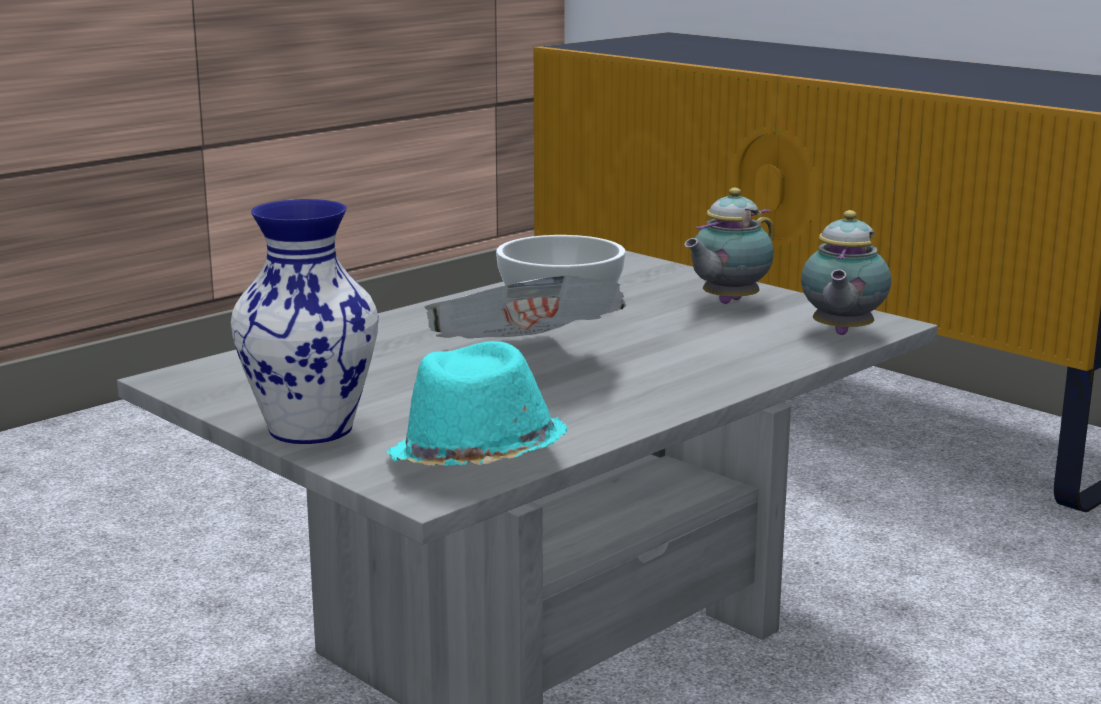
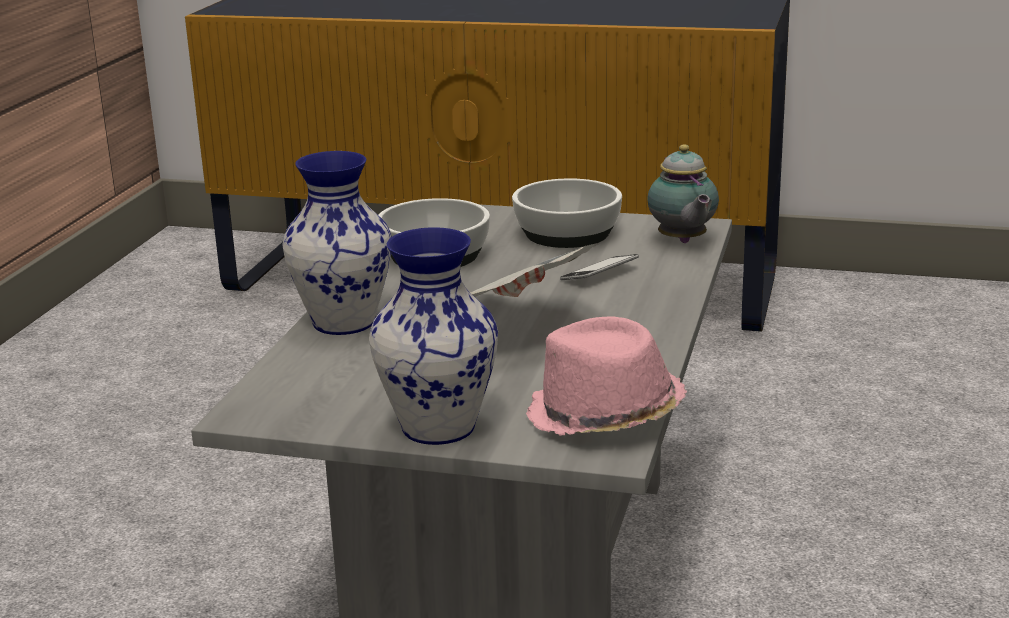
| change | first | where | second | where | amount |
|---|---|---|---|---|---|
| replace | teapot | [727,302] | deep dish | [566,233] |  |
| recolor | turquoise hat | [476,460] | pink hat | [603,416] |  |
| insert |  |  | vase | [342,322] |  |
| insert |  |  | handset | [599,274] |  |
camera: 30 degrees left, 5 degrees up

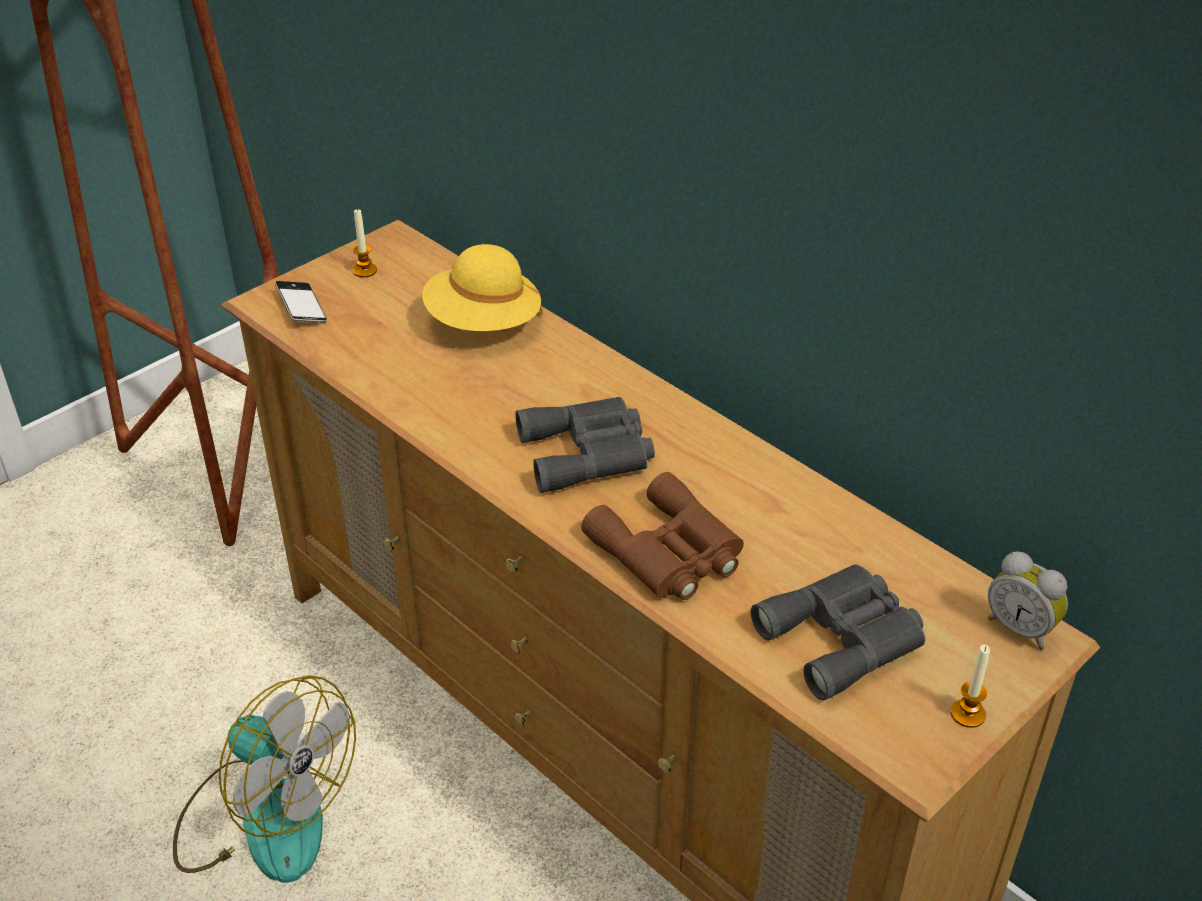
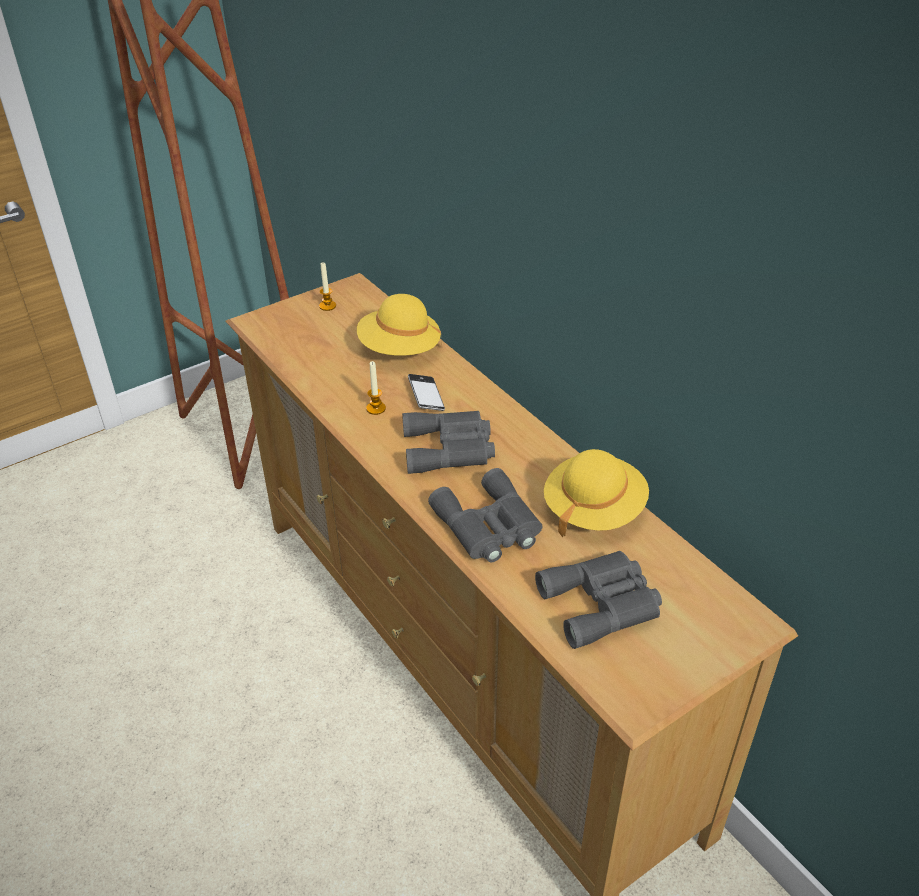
| change | first | where | second | where | amount |
|---|---|---|---|---|---|
| move | handset | [301,307] |  | [426,396] |  |
| recolor | brown-coloured field glasses | [668,553] | gray field glasses | [488,527] |  |
| delete | alarm clock | [1021,628] |  |  |  |
| move | candle | [968,714] |  | [376,408] |  |
| delete | electric fan | [265,817] |  |  |  |
| insert |  |  | yellowish hat | [593,509] |  |
camera: 10 degrees right, 0 degrees up

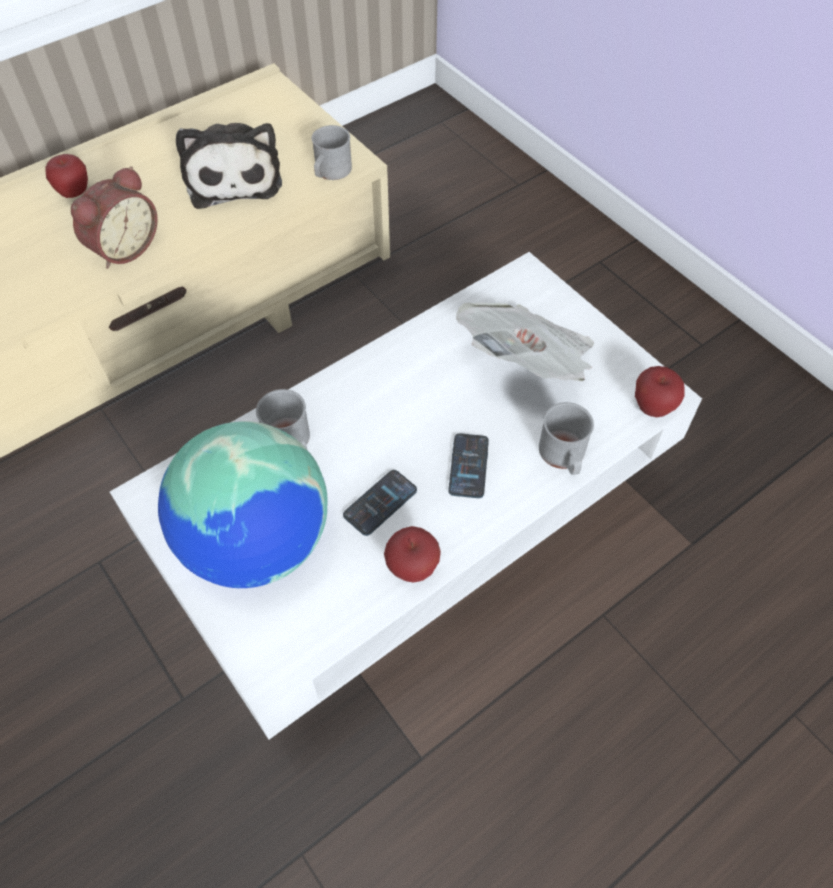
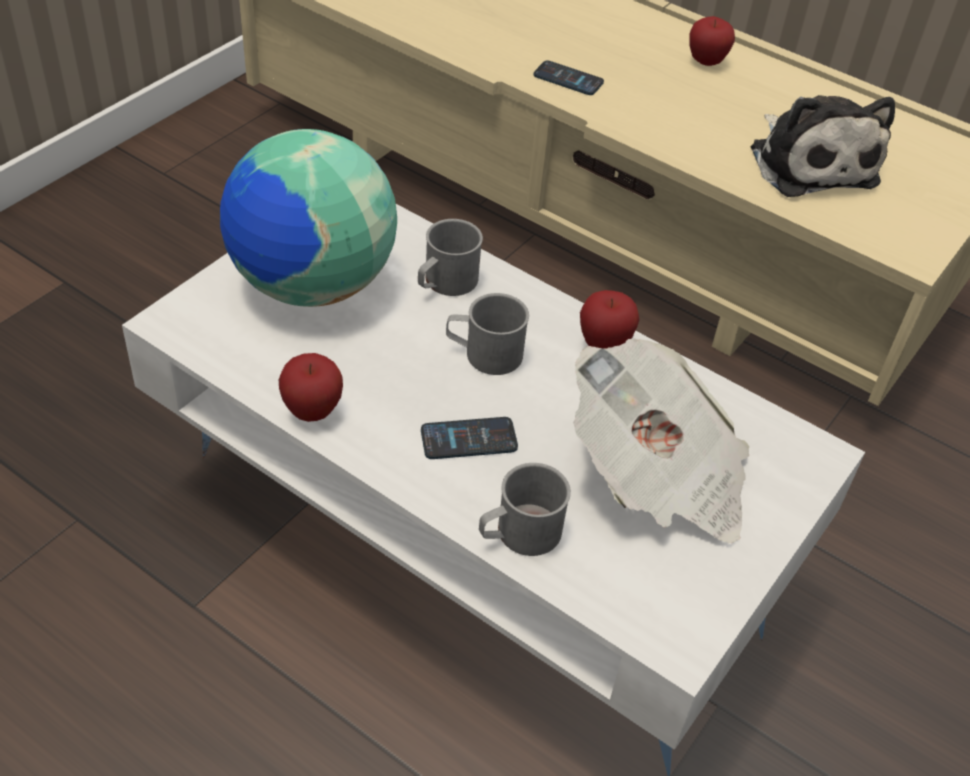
| change | first | where | second | where | amount |
|---|---|---|---|---|---|
| rotate | plush toy | [233,177] |  | [810,162] | 75 degrees counterclockwise |
| move | gray coffee mug | [330,172] |  | [484,354] |  |
| delete | alarm clock | [123,247] |  |  |  |
| move | whole apple | [652,407] |  | [604,344] |  |
| move | handset | [380,503] |  | [568,79] |  |
camera: 70 degrees right, 10 degrees down

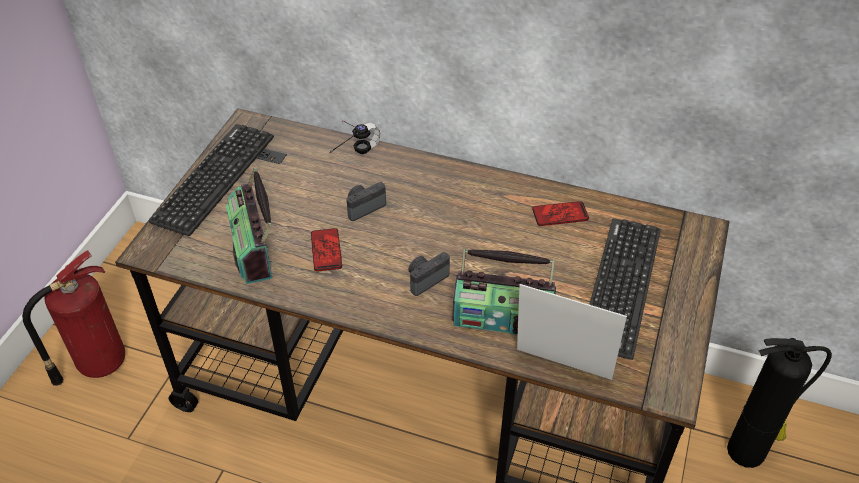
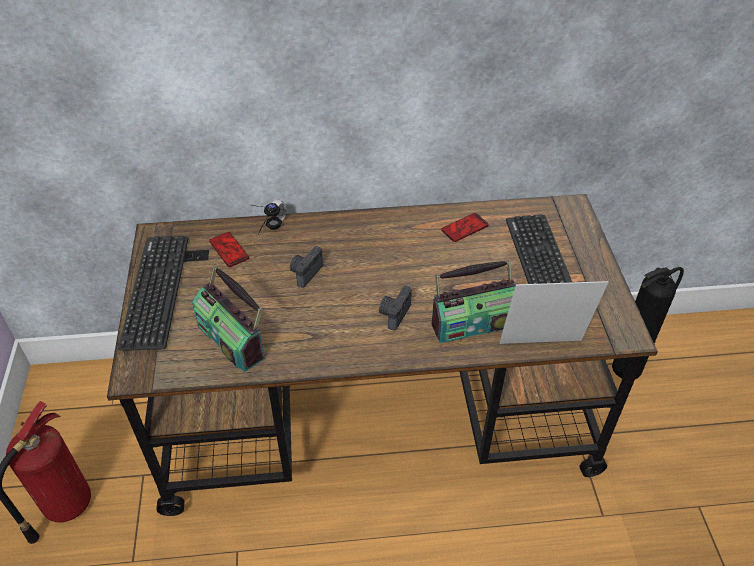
| change | first | where | second | where | amount |
|---|---|---|---|---|---|
| move | handset | [326,250] |  | [229,250] |  |
camera: 25 degrees left, 0 degrees up

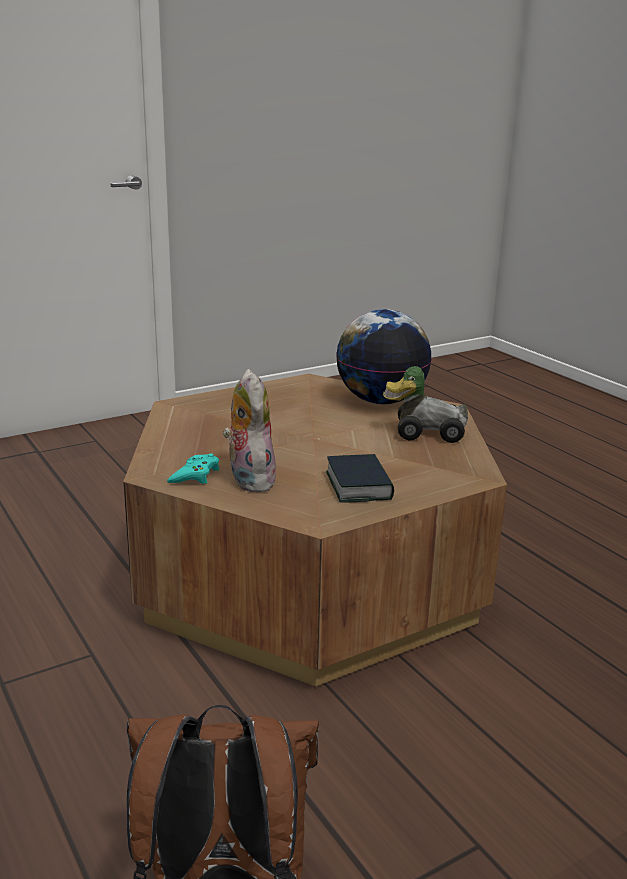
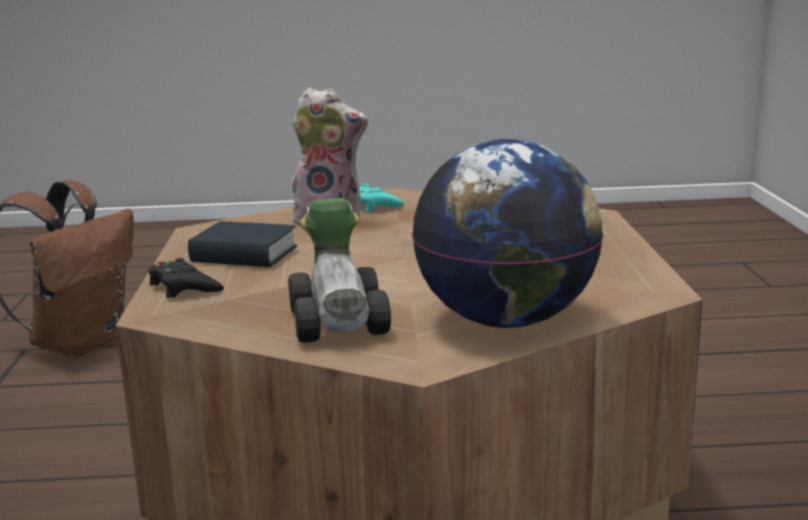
| change | first | where | second | where | amount |
|---|---|---|---|---|---|
| rotate | model car | [424,432] |  | [340,320] | 45 degrees counterclockwise |
| insert |  |  | black game controller | [184,287] |  |
camera: 120 degrees right, 5 degrees down

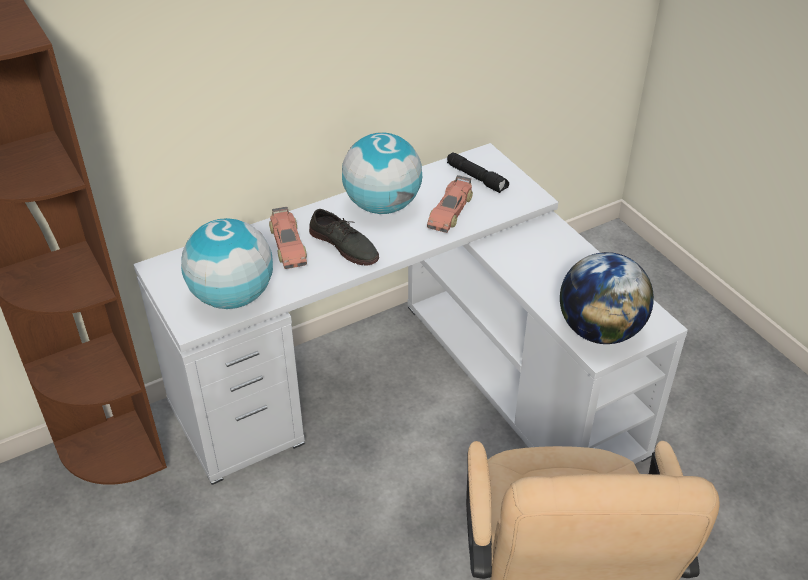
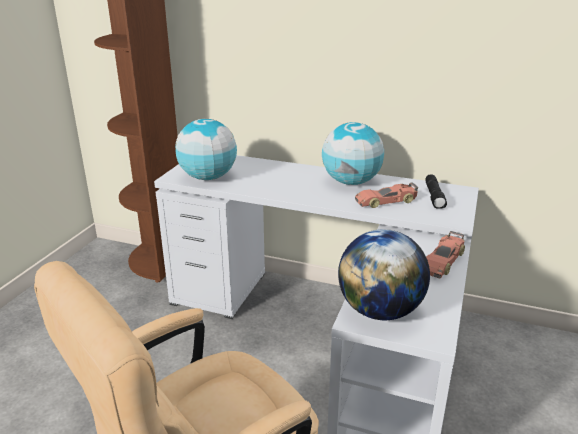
| change | first | where | second | where | amount |
|---|---|---|---|---|---|
| move | model car | [288,245] |  | [443,261] |  |
| delete | gray low shoe | [344,245] |  |  |  |
camera: 50 degrees right, 15 degrees down

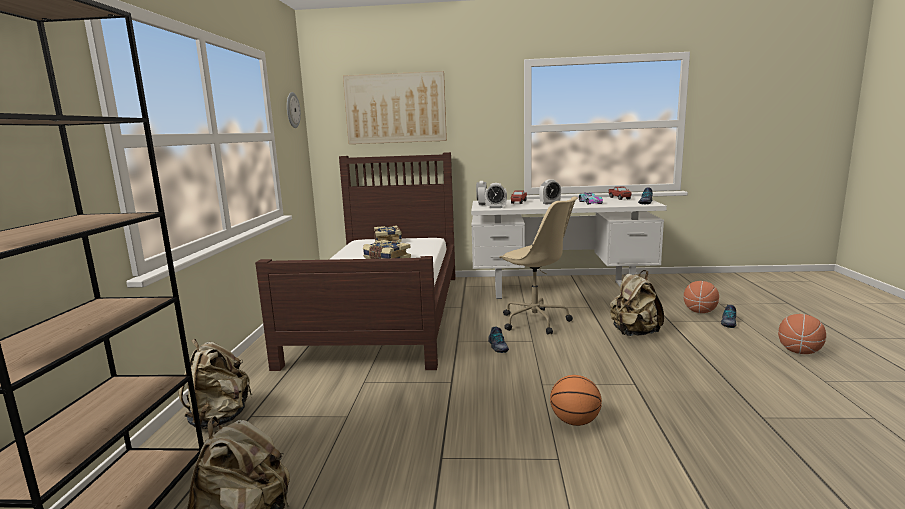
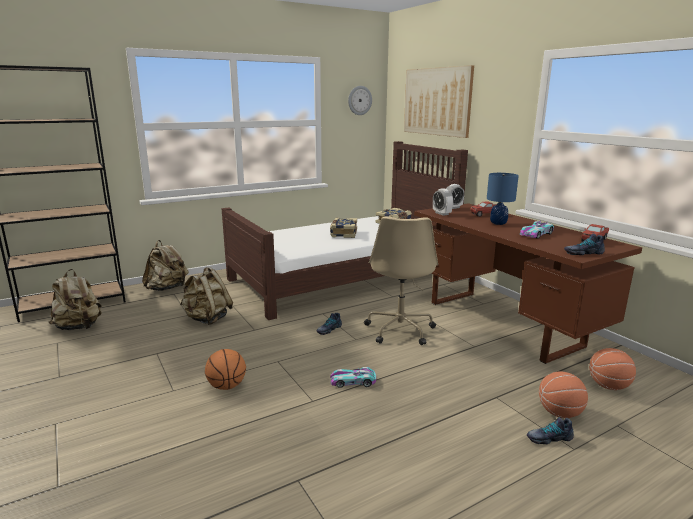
| change | first | where | second | where | amount |
|---|---|---|---|---|---|
| replace | alarm clock | [550,203] | blue table lamp | [499,223] |  |
| recolor | white-coloured desk | [561,289] | brown-coloured desk | [502,323] |  |
| move | beige-coloured knapsack | [633,333] |  | [207,319] |  |
| move | basketball | [799,352] |  | [608,386] |  |
| insert |  |  | model car | [353,381] |  |
camera: 55 degrees right, 5 degrees up

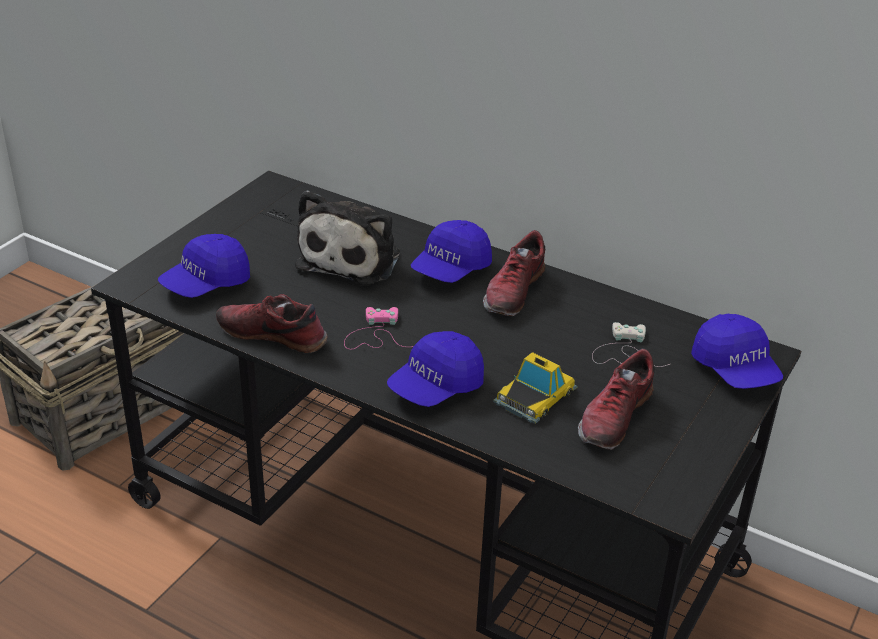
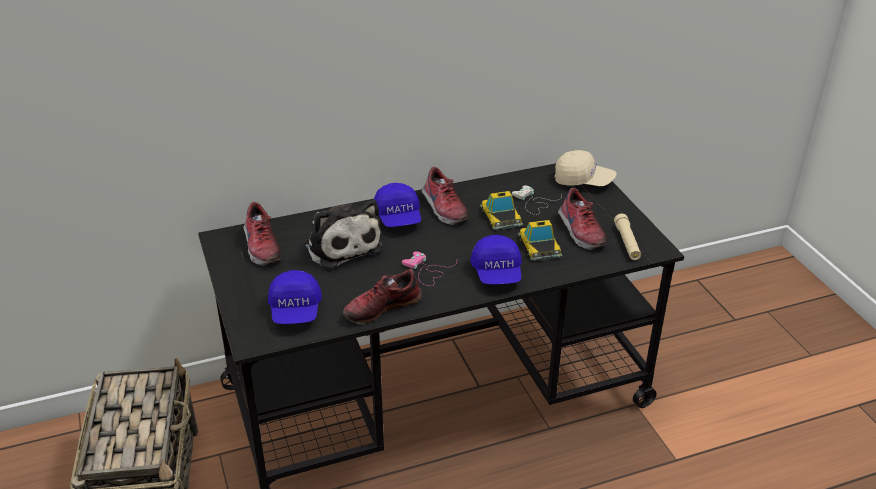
| change | first | where | second | where | amount |
|---|---|---|---|---|---|
| recolor | blue peaked cap | [735,370] | beige-coloured peaked cap | [583,181] |  |
| insert |  |  | model car | [501,216] |  |
| insert |  |  | low shoe | [260,246] |  |
| insert |  |  | beige-coloured hand torch | [627,242] |  |
camera: 50 degrees left, 0 degrees up

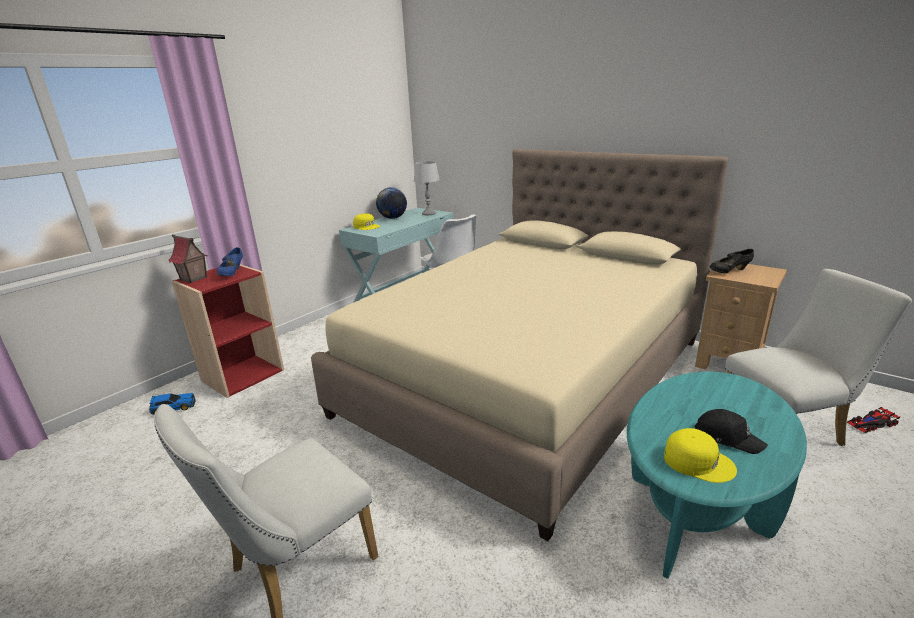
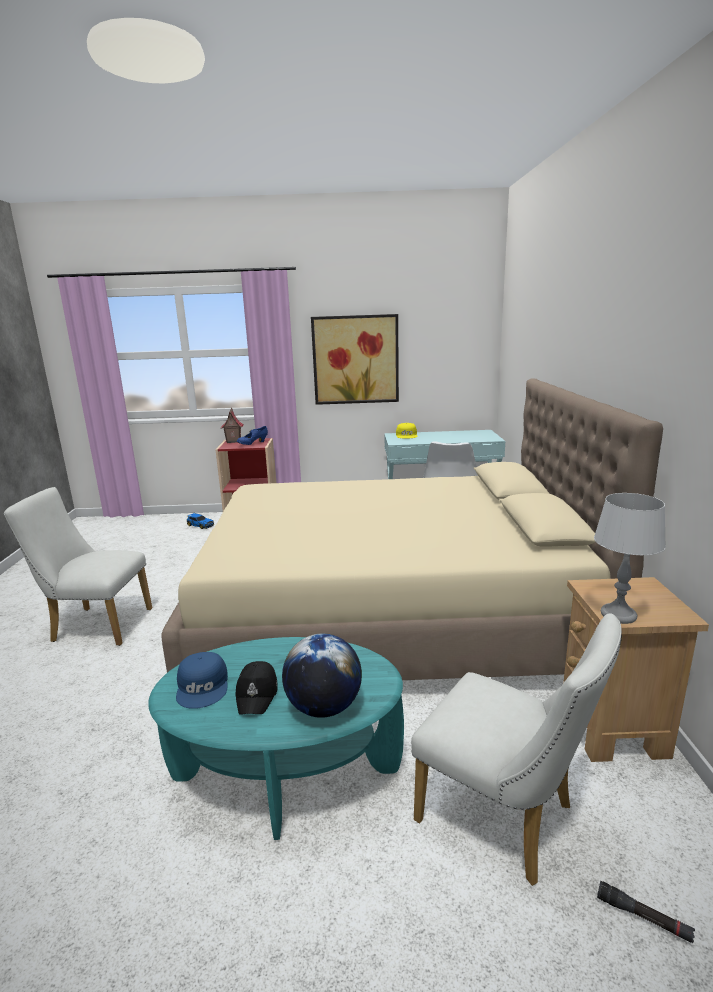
| change | first | where | second | where | amount |
|---|---|---|---|---|---|
| move | gray table lamp | [429,213] |  | [619,615] |  |
| move | world globe | [393,218] |  | [324,707] |  |
| delete | black low shoe | [729,272] |  |  |  |
| replace | model car | [871,423] | black hand torch | [643,917] |  |
| recolor | yellowish peaked cap | [697,461] | blue peaked cap | [203,686] |  |
| insert |  |  | picture | [355,360] |  |
camera: 50 degrees right, 5 degrees down

